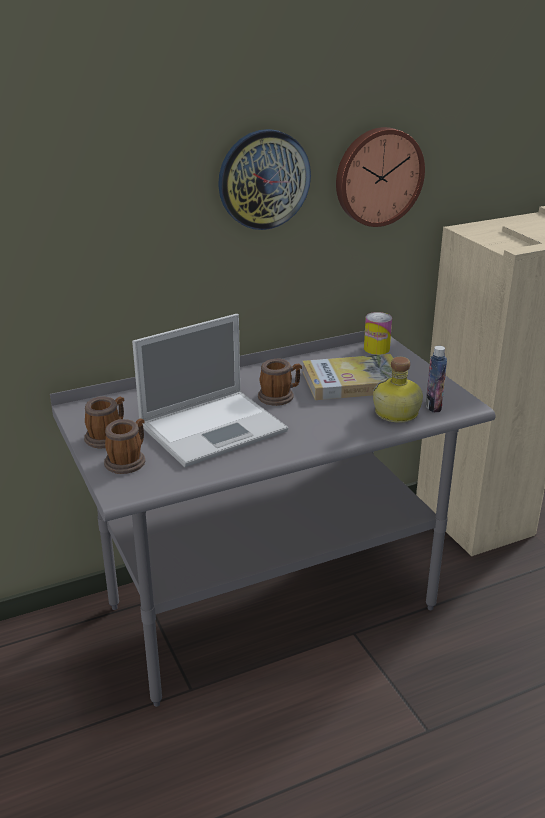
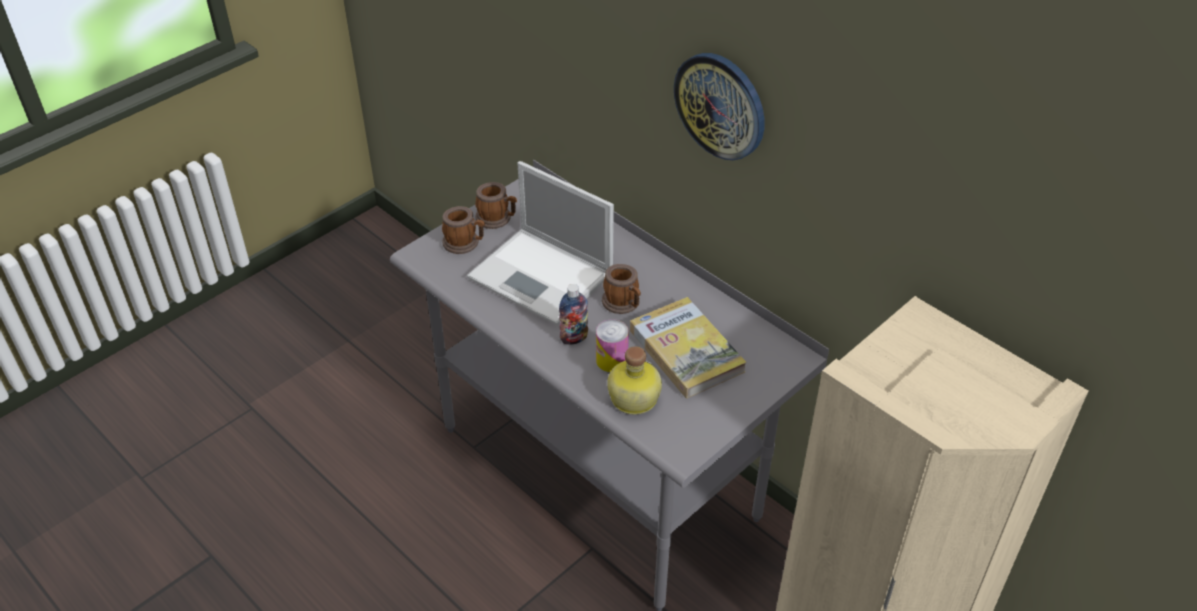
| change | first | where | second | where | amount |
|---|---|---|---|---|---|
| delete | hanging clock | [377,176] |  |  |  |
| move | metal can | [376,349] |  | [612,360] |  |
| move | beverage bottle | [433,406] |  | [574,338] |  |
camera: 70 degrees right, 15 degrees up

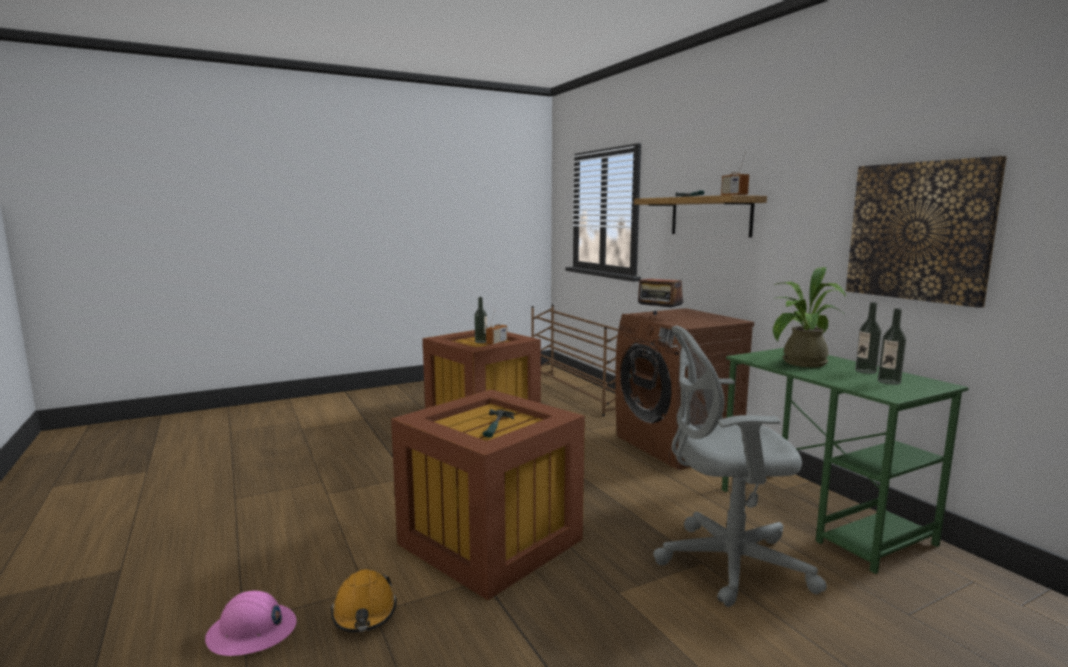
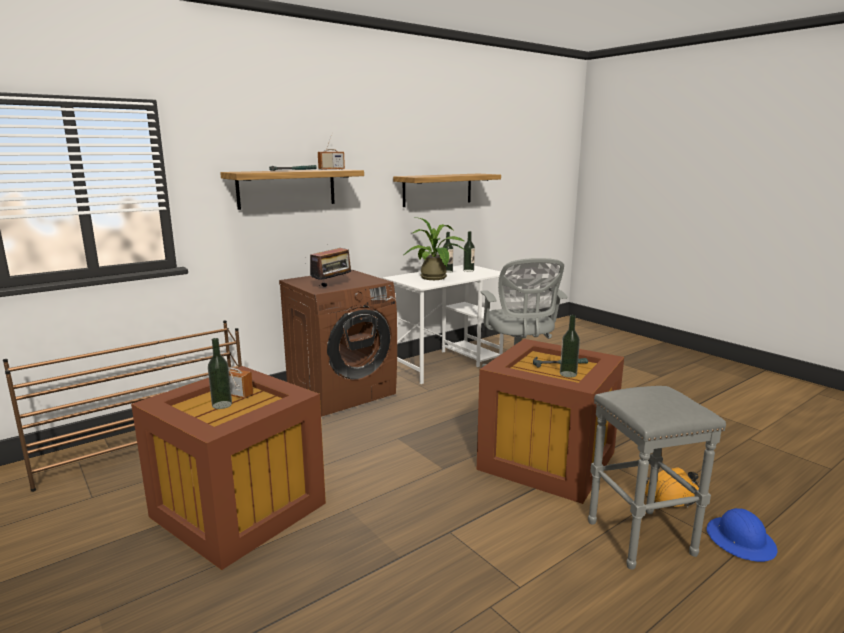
| change | first | where | second | where | amount |
|---|---|---|---|---|---|
| replace | picture | [919,231] | bracket shelf | [437,189] |  |
| recolor | green-coloured desk | [822,516] | white-coloured desk | [446,363] |  |
| recolor | pink hard hat | [252,632] | blue hard hat | [740,540] |  |
| insert |  |  | beverage bottle | [568,374] |  |
| insert |  |  | gray sitting stool | [640,539] |  |
camera: 100 degrees left, 5 degrees up

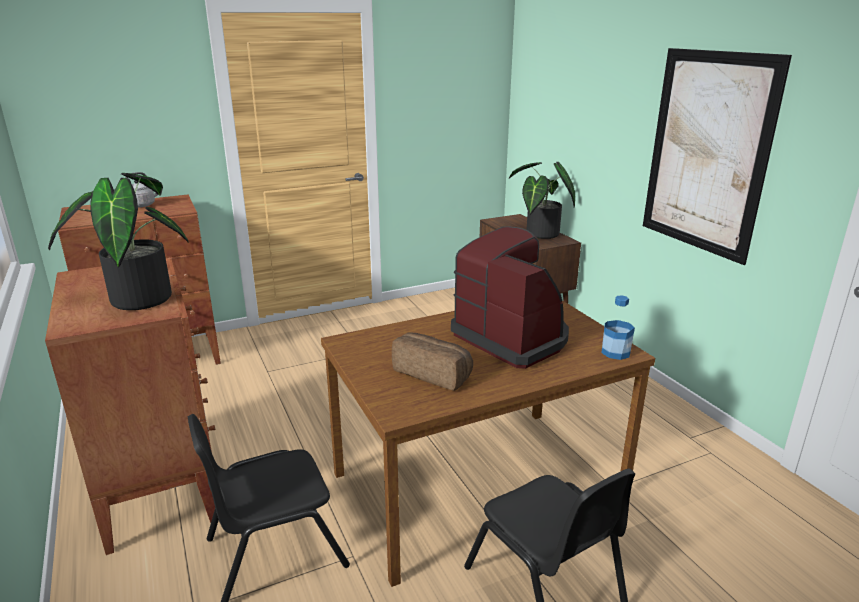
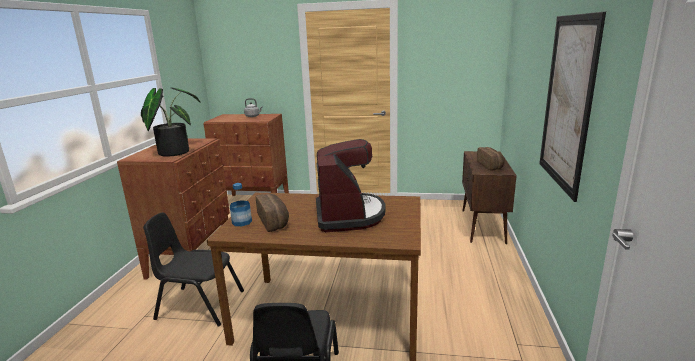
| change | first | where | second | where | amount |
|---|---|---|---|---|---|
| replace | plant in a pot | [539,234] | bread | [491,165] |  |
| move | beverage bottle | [615,352] |  | [242,222] |  |
camera: 35 degrees right, 5 degrees down

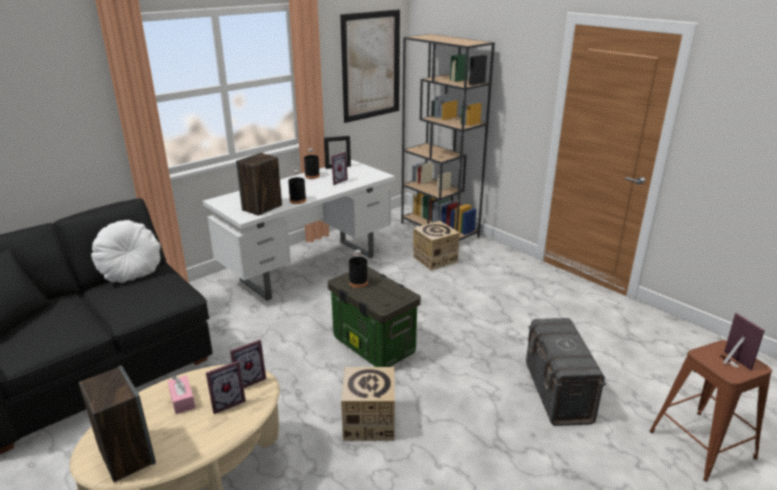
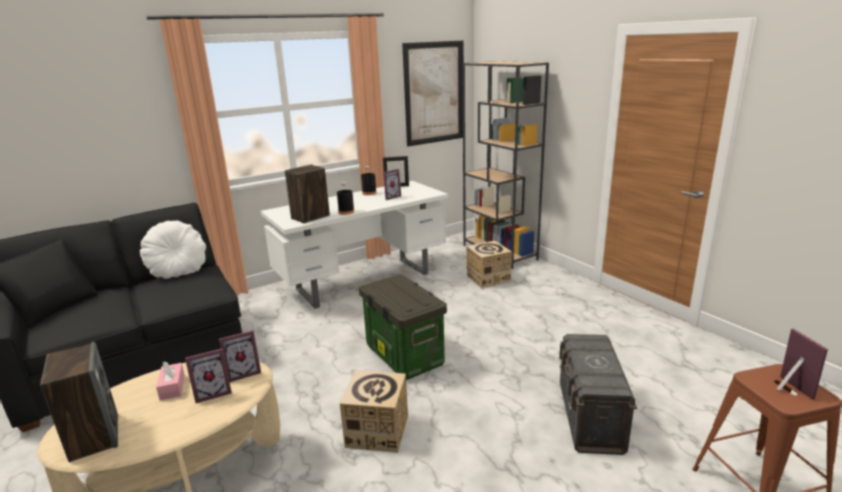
| change | first | where | second | where | amount |
|---|---|---|---|---|---|
| delete | black beverage bottle | [358,283] |  |  |  |
camera: 10 degrees right, 5 degrees down

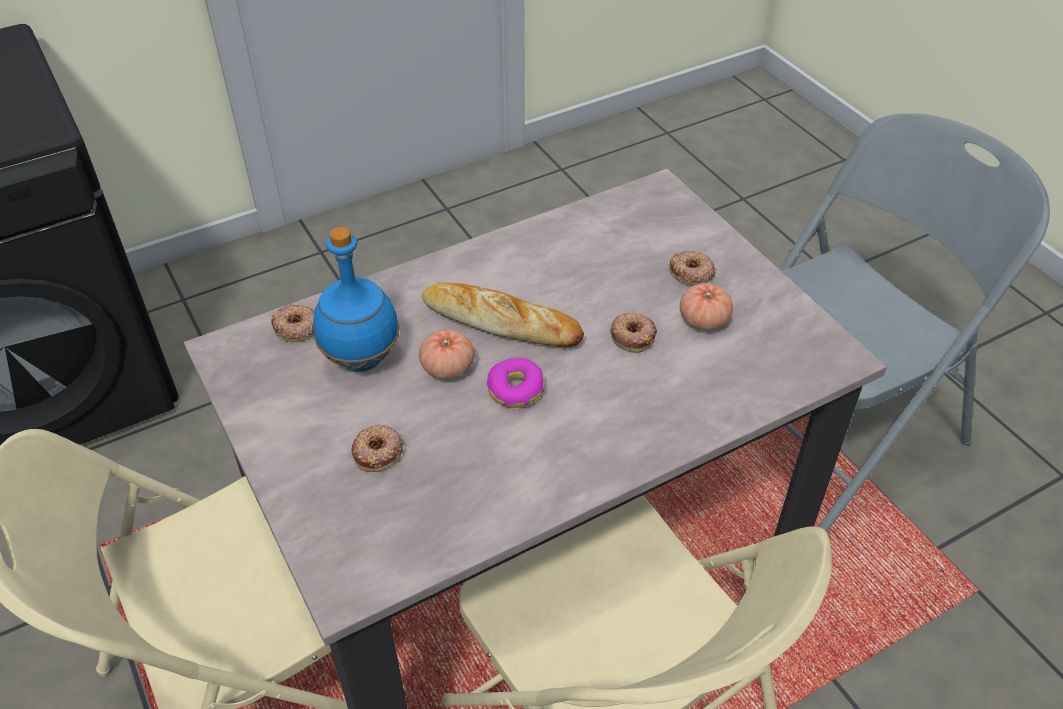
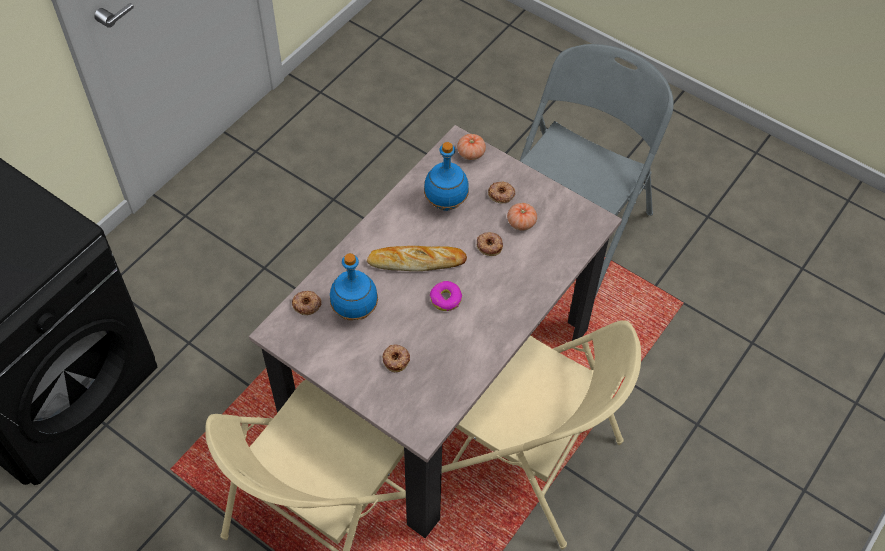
| change | first | where | second | where | amount |
|---|---|---|---|---|---|
| move | tomato | [447,367] |  | [471,153] |  |
| insert |  |  | blue beverage bottle | [446,203] |  |
camera: 25 degrees left, 10 degrees up

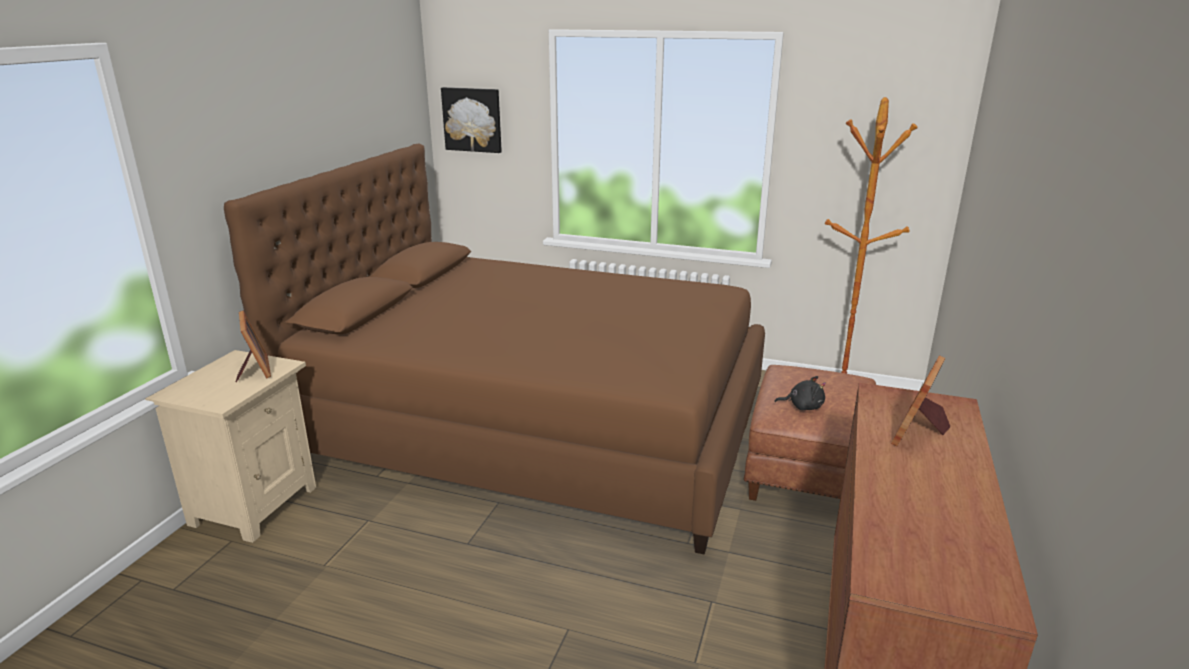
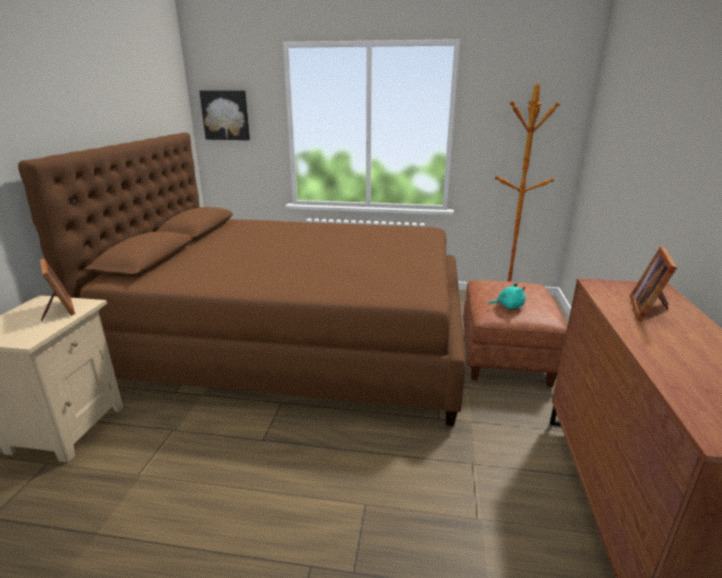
| change | first | where | second | where | amount |
|---|---|---|---|---|---|
| recolor | black plush toy | [803,406] | turquoise plush toy | [508,306] |  |
camera: 10 degrees left, 0 degrees up

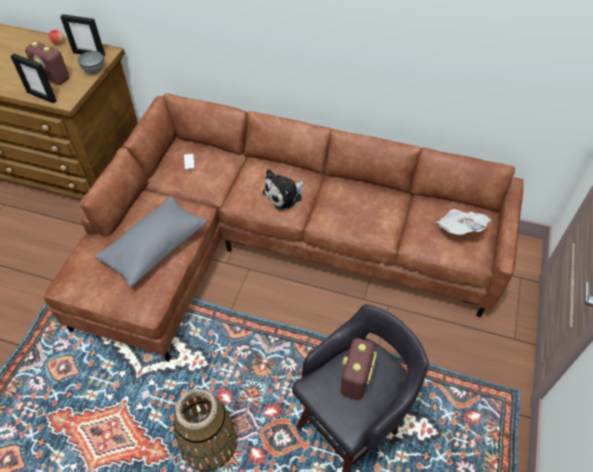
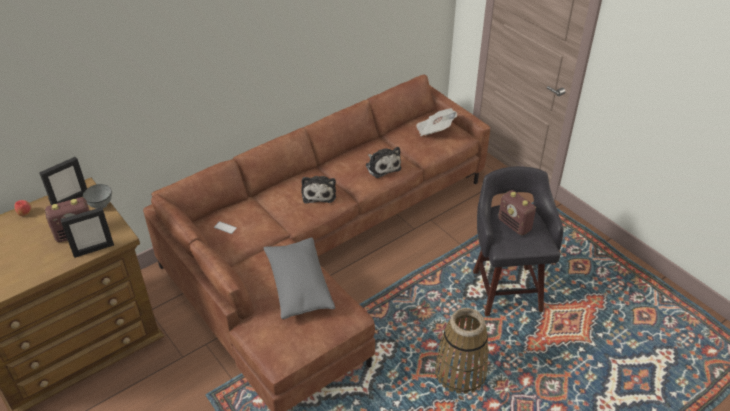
| change | first | where | second | where | amount |
|---|---|---|---|---|---|
| insert |  |  | plush toy | [382,166] |  |
camera: 55 degrees left, 10 degrees down

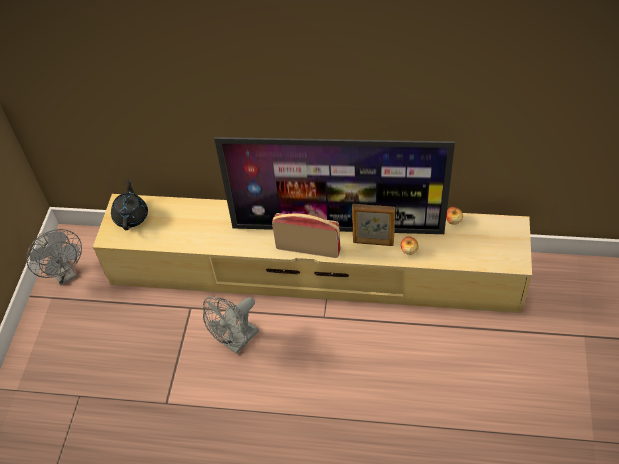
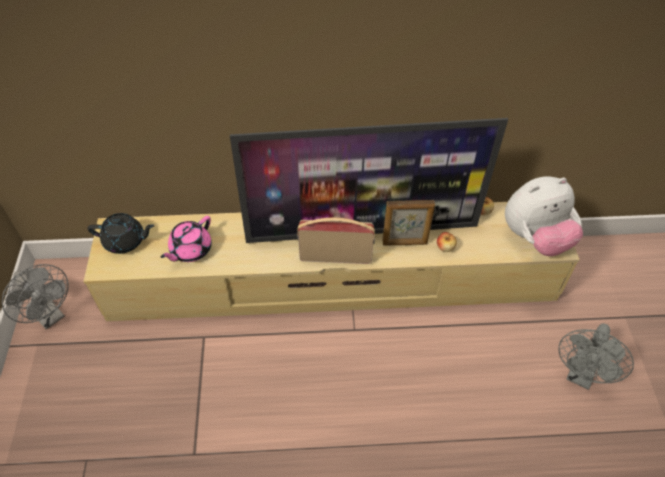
| change | first | where | second | where | amount |
|---|---|---|---|---|---|
| rotate | black teapot | [131,216] |  | [125,241] | 105 degrees clockwise |
| move | gray electric fan | [237,342] |  | [581,375] |  |
| insert |  |  | plush toy | [535,238] |  |
| insert |  |  | pink teapot | [190,250] |  |
camera: 15 degrees left, 0 degrees up

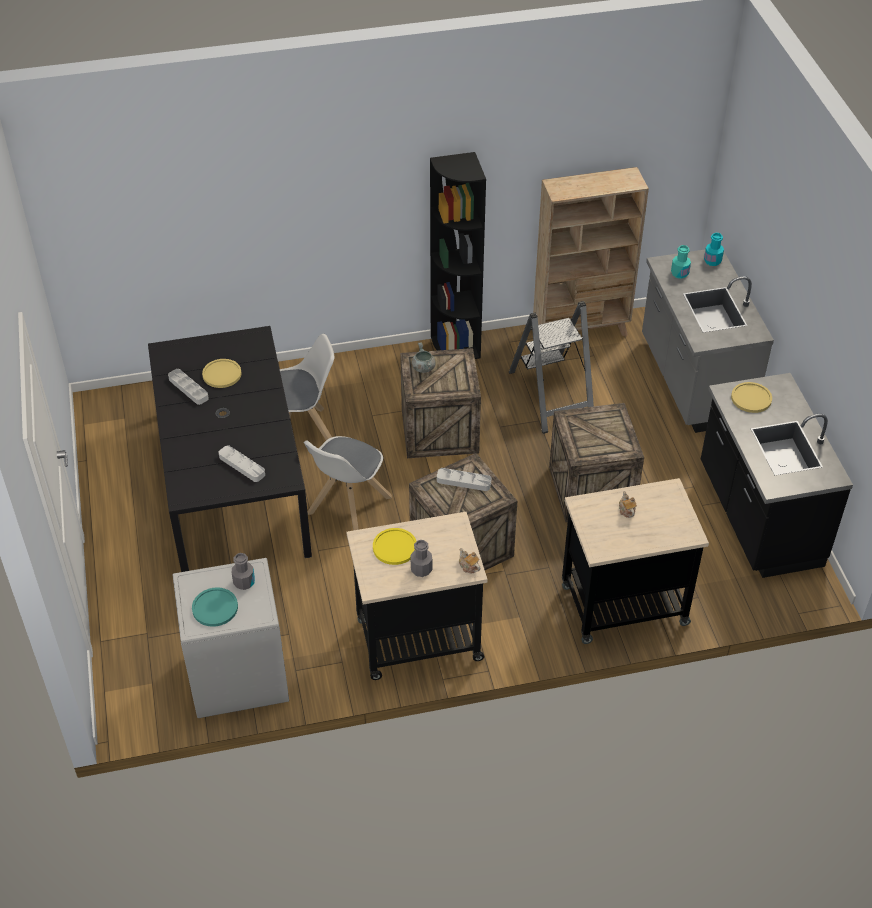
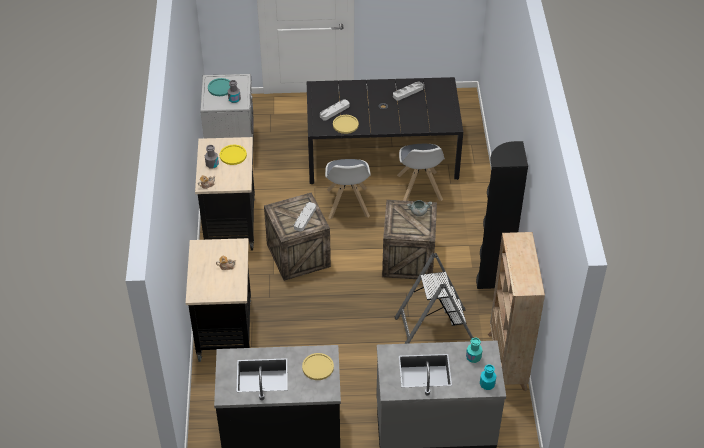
| change | first | where | second | where | amount |
|---|---|---|---|---|---|
| move | yellowish dinner plate | [222,374] |  | [345,124] |  |
| delete | crate | [593,490] |  |  |  |
| rotate | plain chair | [347,507] |  | [347,204] | 135 degrees counterclockwise |
camera: 100 degrees right, 0 degrees up

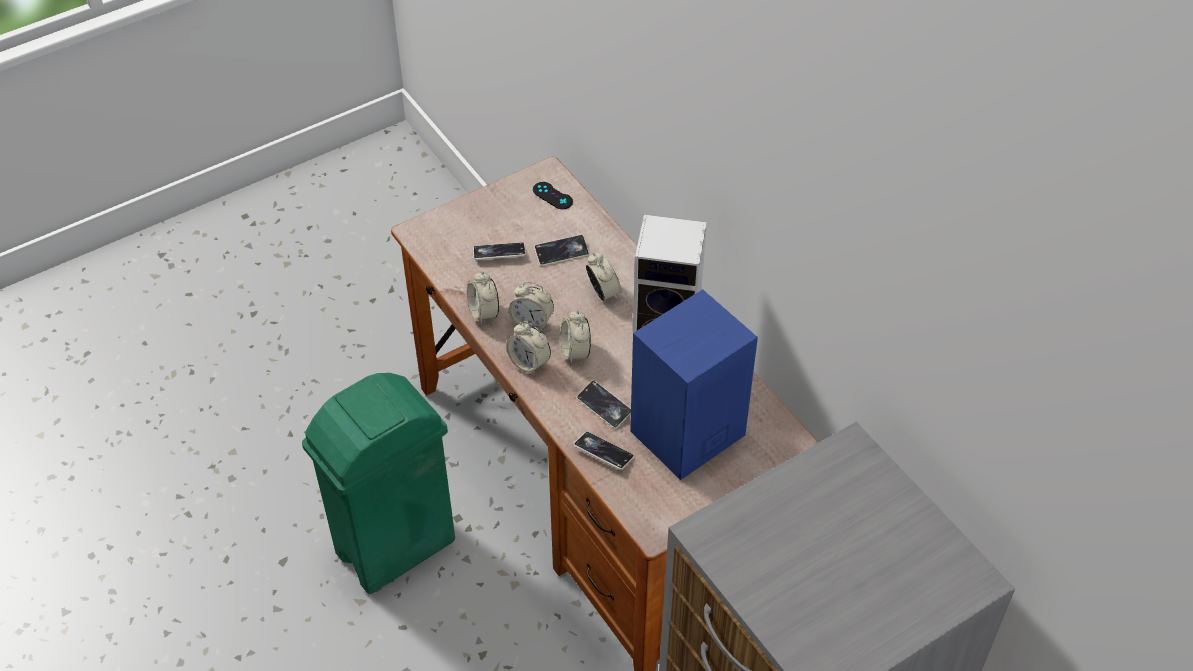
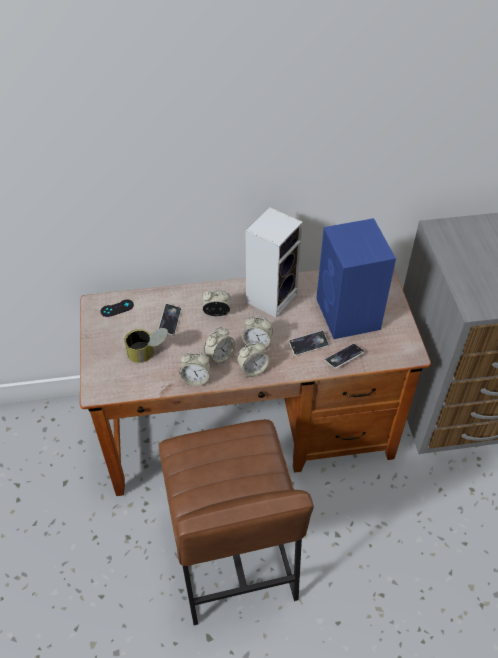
| change | first | where | second | where | amount |
|---|---|---|---|---|---|
| replace | handset | [499,253] | metal can | [148,353] |  |
| replace | green-coloured rubbish bin | [394,547] | brown-coloured plain chair | [234,558] |  |
camera: 65 degrees left, 0 degrees up

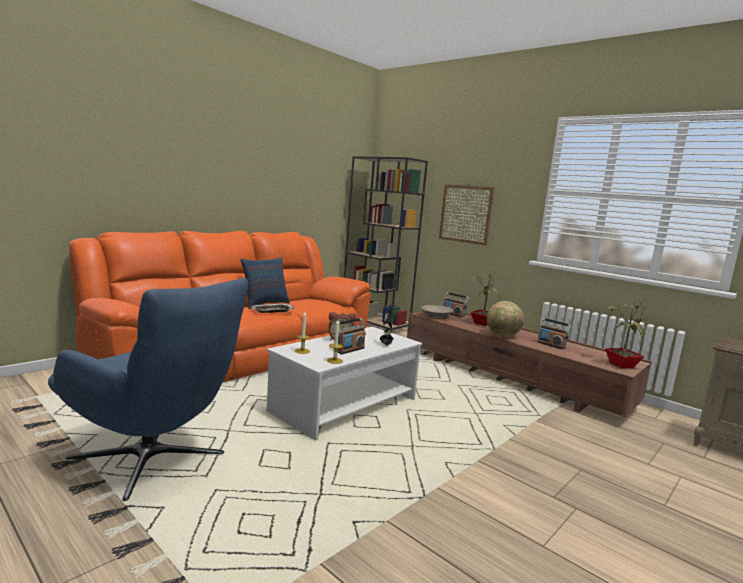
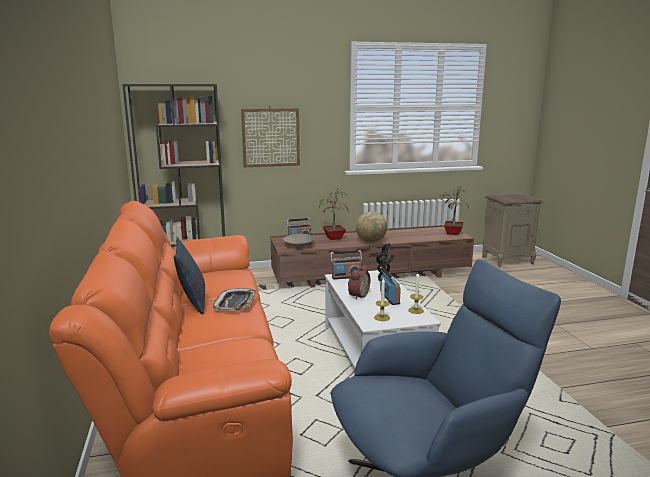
| change | first | where | second | where | amount |
|---|---|---|---|---|---|
| move | radio set | [551,345] |  | [346,277] |  |
camera: 55 degrees left, 5 degrees up

